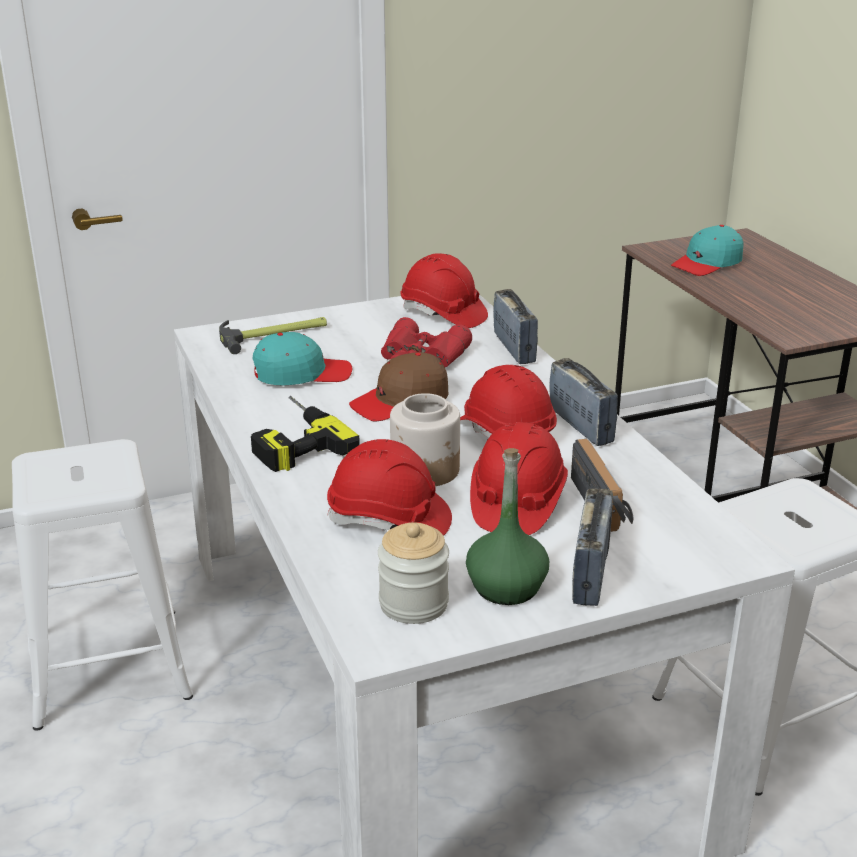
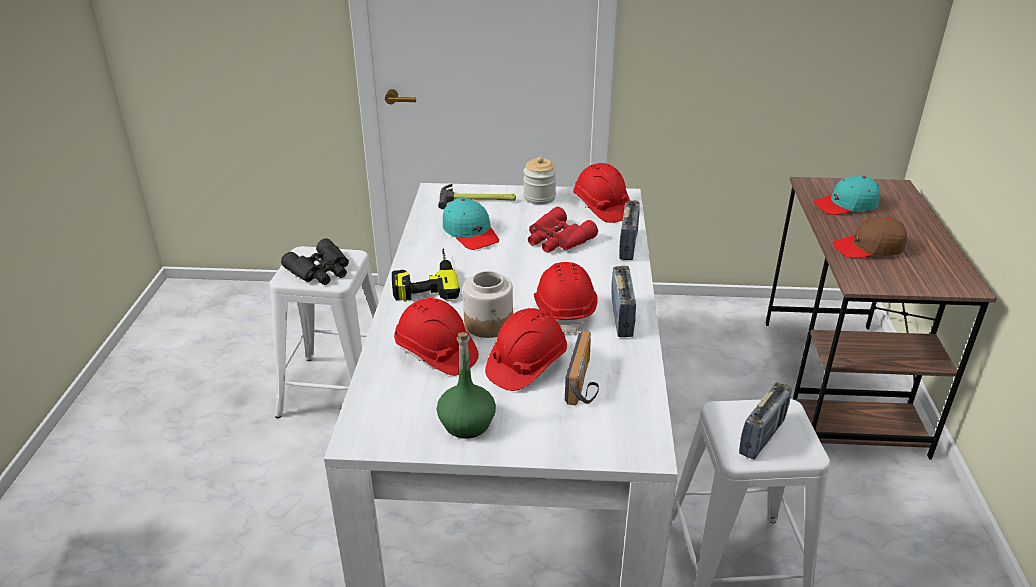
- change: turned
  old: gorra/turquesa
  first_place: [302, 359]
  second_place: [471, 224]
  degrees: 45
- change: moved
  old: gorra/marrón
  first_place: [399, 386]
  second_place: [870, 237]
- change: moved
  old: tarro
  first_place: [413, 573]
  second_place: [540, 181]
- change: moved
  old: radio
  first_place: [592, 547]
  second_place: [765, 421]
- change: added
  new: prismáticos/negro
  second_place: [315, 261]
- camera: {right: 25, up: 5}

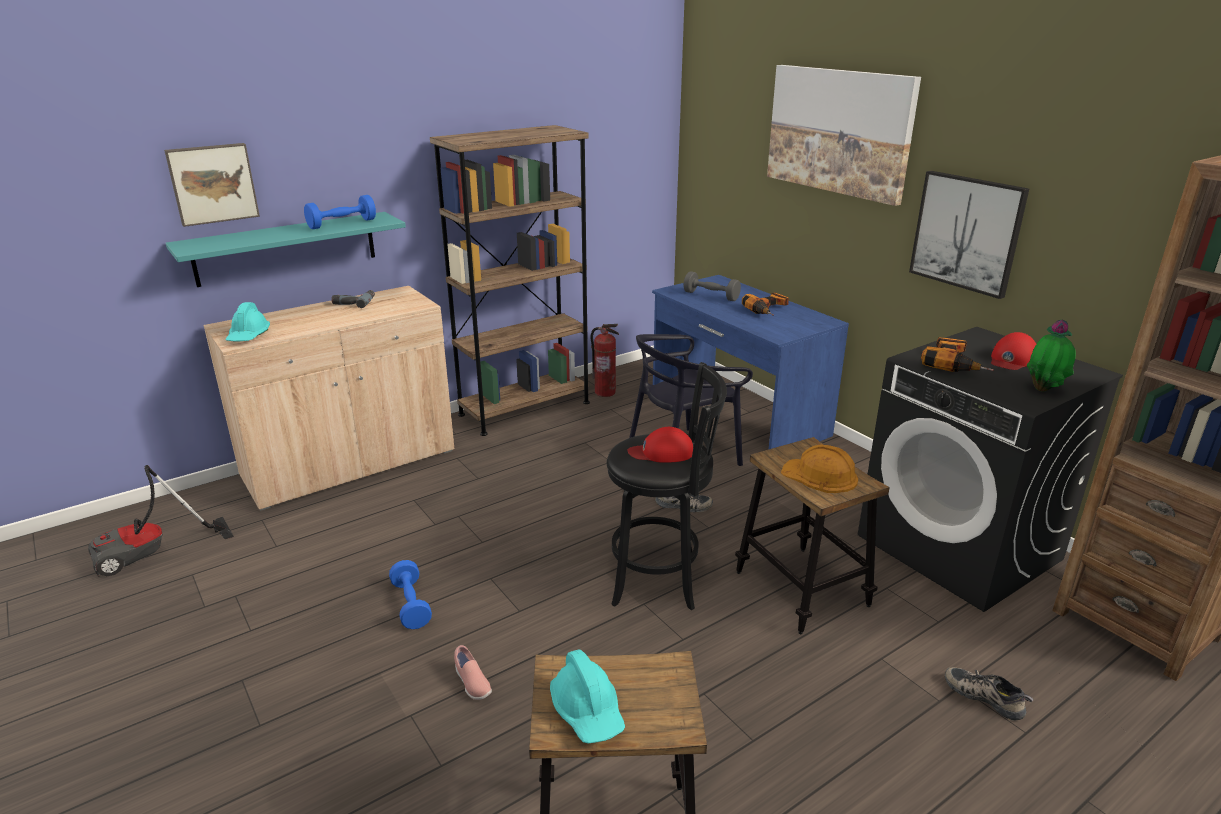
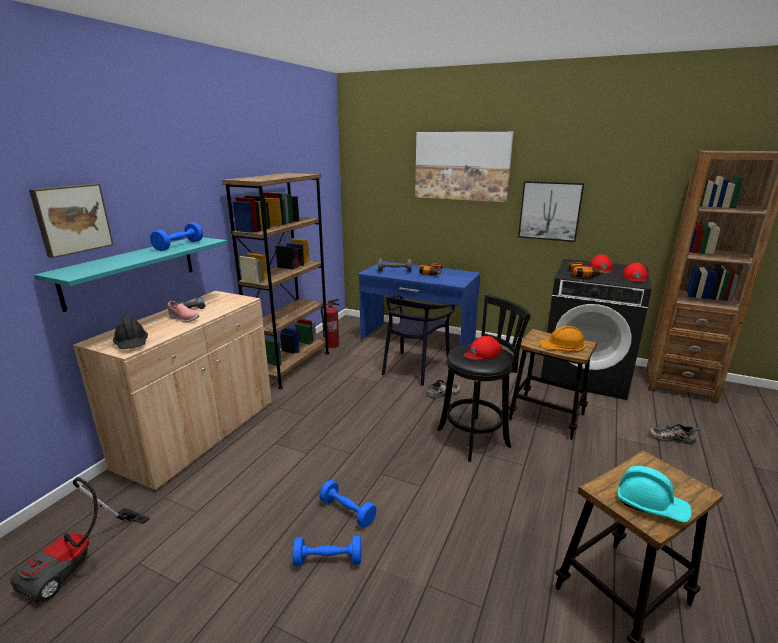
- change: recoloured
  old: casco/turquesa
  new: casco/negro
  first_place: [247, 322]
  second_place: [130, 332]
- change: moved
  old: zapato/rosa
  first_place: [473, 672]
  second_place: [183, 311]
- change: replaced
  old: planta en maceta
  new: gorra/rojo
  first_place: [1051, 355]
  second_place: [635, 272]
- change: added
  new: mancuerna/azul
  second_place: [327, 551]
- camera: {right: -30, up: -5}

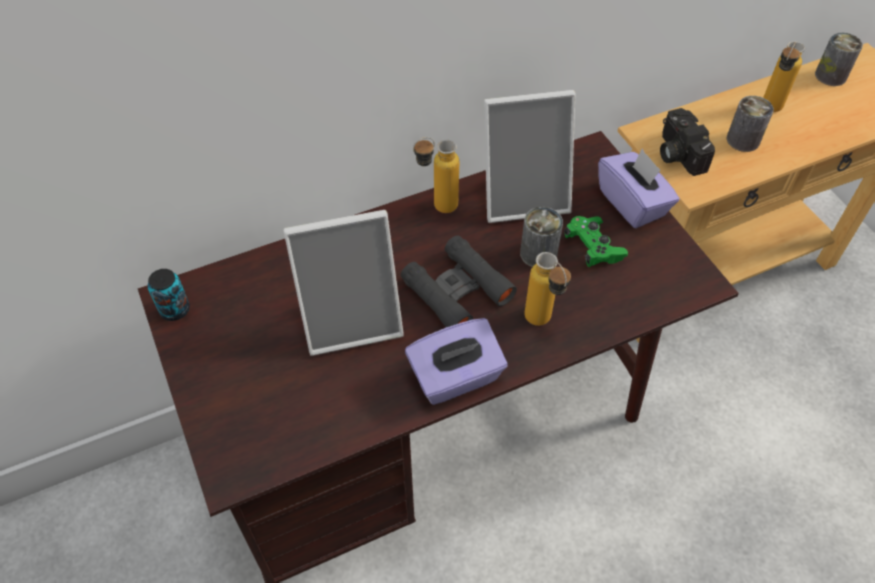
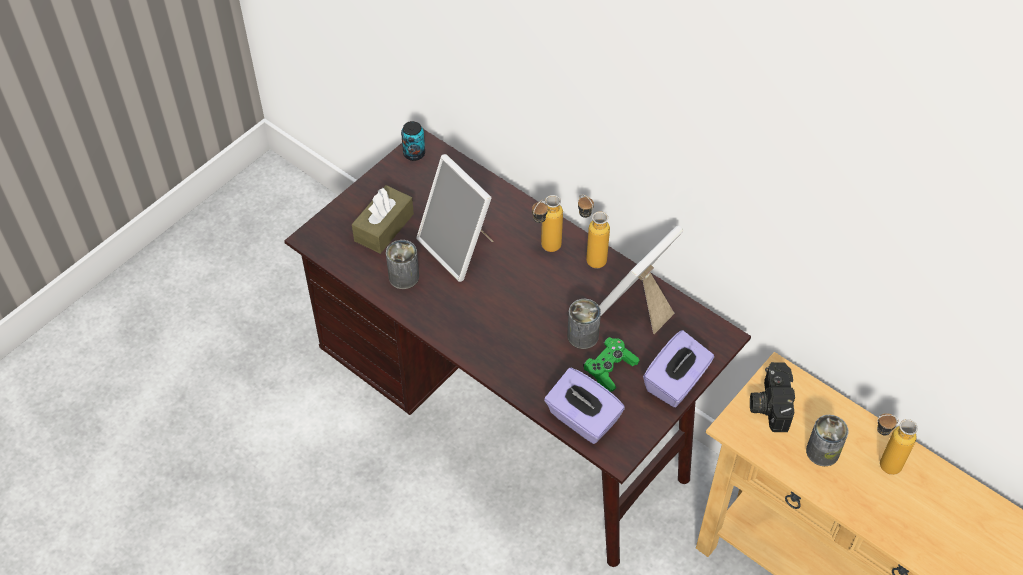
- change: removed
  old: prismáticos/negro
  first_place: [459, 281]
- change: moved
  old: caja de pañuelos/morado
  first_place: [456, 361]
  second_place: [584, 406]
- change: turned
  old: portarretratos
  first_place: [529, 156]
  second_place: [641, 280]
  degrees: 75
- change: moved
  old: botella
  first_place: [548, 289]
  second_place: [547, 223]
- change: turned
  old: cámara
  first_place: [687, 142]
  second_place: [772, 397]
  degrees: -45
- change: moved
  old: lata
  first_place: [839, 59]
  second_place: [402, 264]
- change: added
  new: caja de pañuelos/marrón
  second_place: [383, 219]
- camera: {right: 65, up: 0}

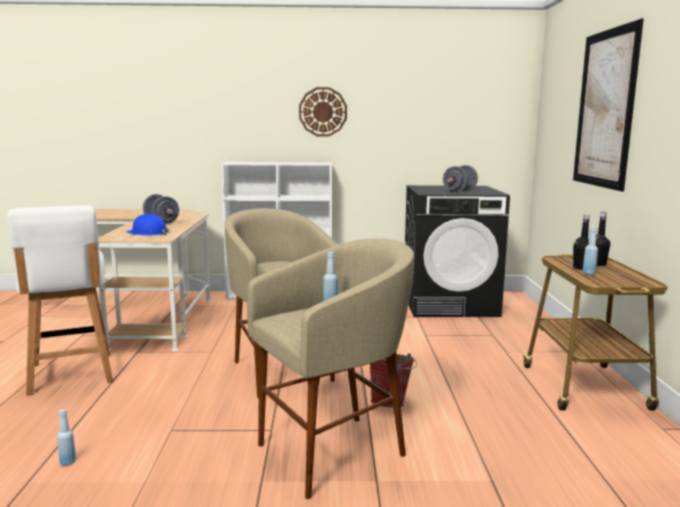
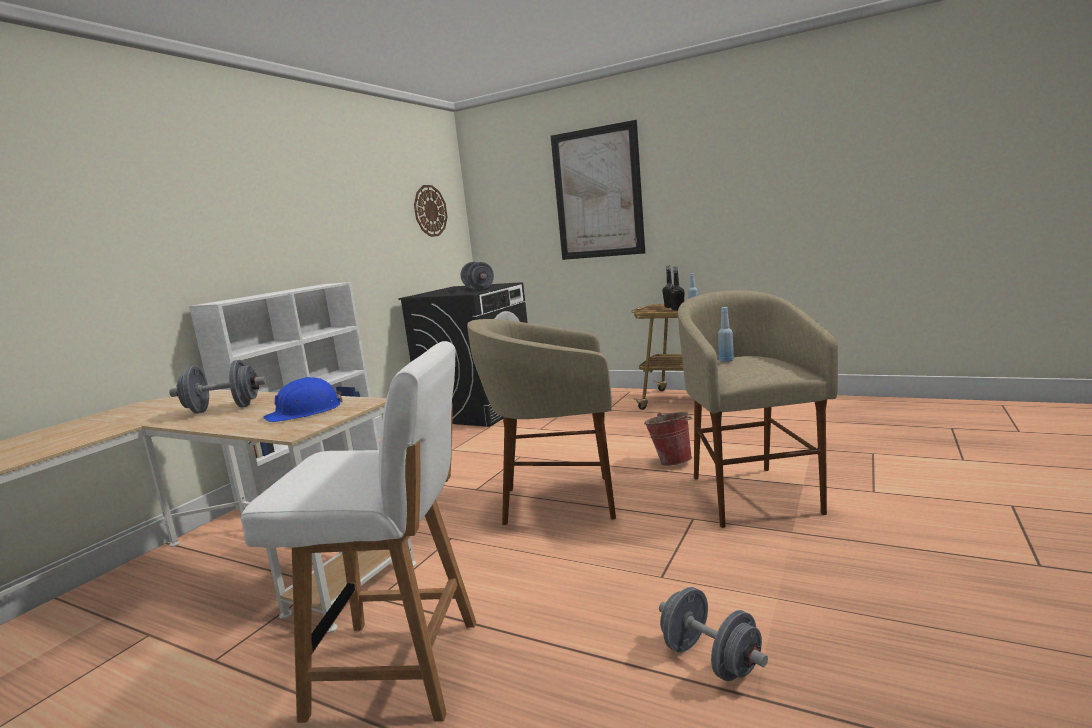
- change: replaced
  old: botella/azul
  new: mancuerna/gris
  first_place: [66, 437]
  second_place: [713, 634]
- change: moved
  old: reloj de pared
  first_place: [323, 111]
  second_place: [430, 211]
- camera: {right: -60, up: 0}

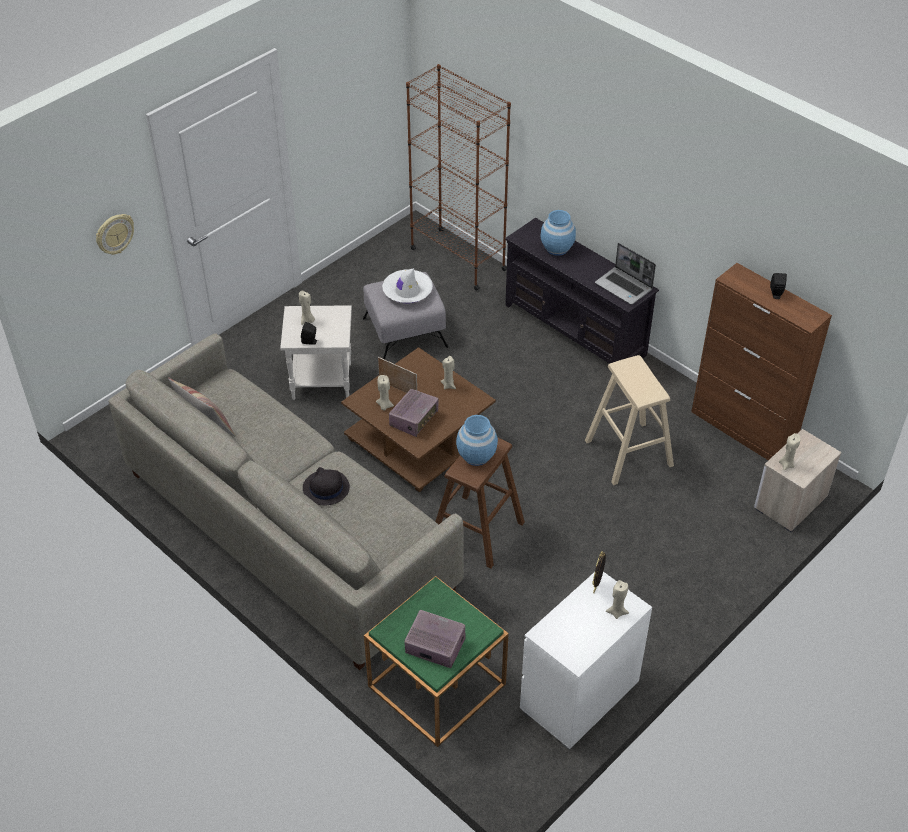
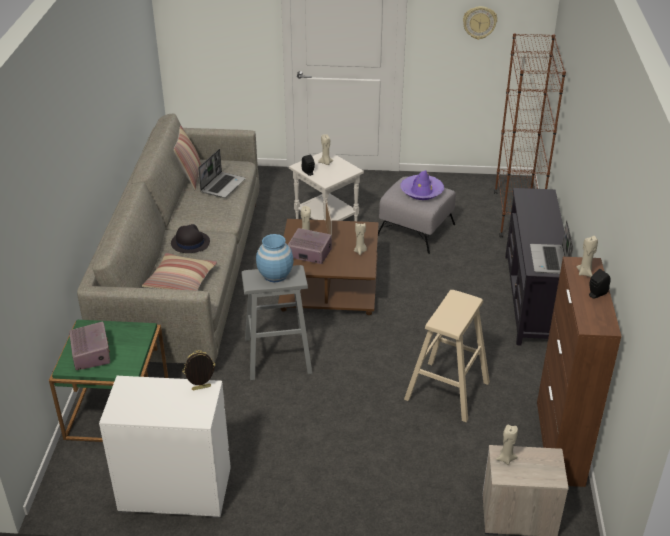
- change: moved
  old: reloj de pared
  first_place: [115, 234]
  second_place: [480, 23]
- change: recoloured
  old: sombrero/blanco
  new: sombrero/morado
  first_place: [407, 285]
  second_place: [422, 185]
- change: turned
  old: radio
  first_place: [414, 413]
  second_place: [310, 246]
  degrees: -150
- change: recoloured
  old: taburete/marrón
  new: taburete/gris
  first_place: [480, 502]
  second_place: [276, 322]
- change: removed
  old: florero/azul
  first_place: [558, 233]
- change: moved
  old: vela/beis
  first_place: [617, 599]
  second_place: [587, 256]
- change: added
  new: cojín
  second_place: [179, 272]
- change: added
  new: portátil
  second_place: [221, 173]
- camera: {right: 50, up: -10}

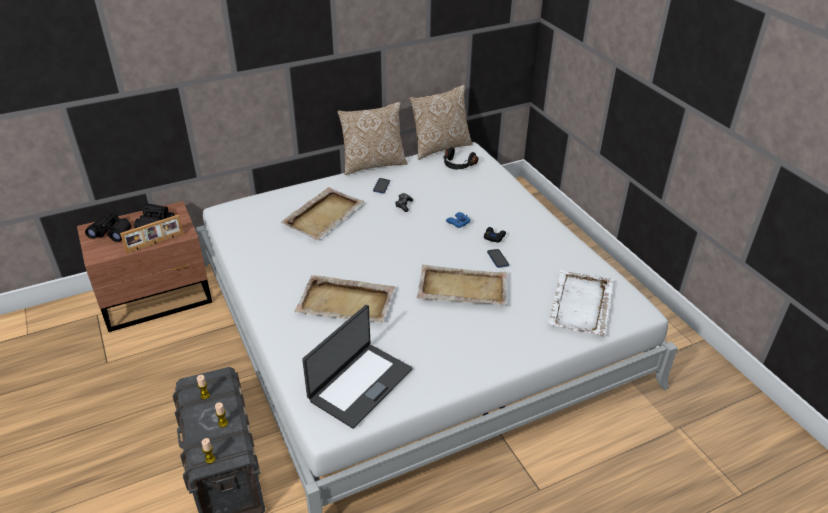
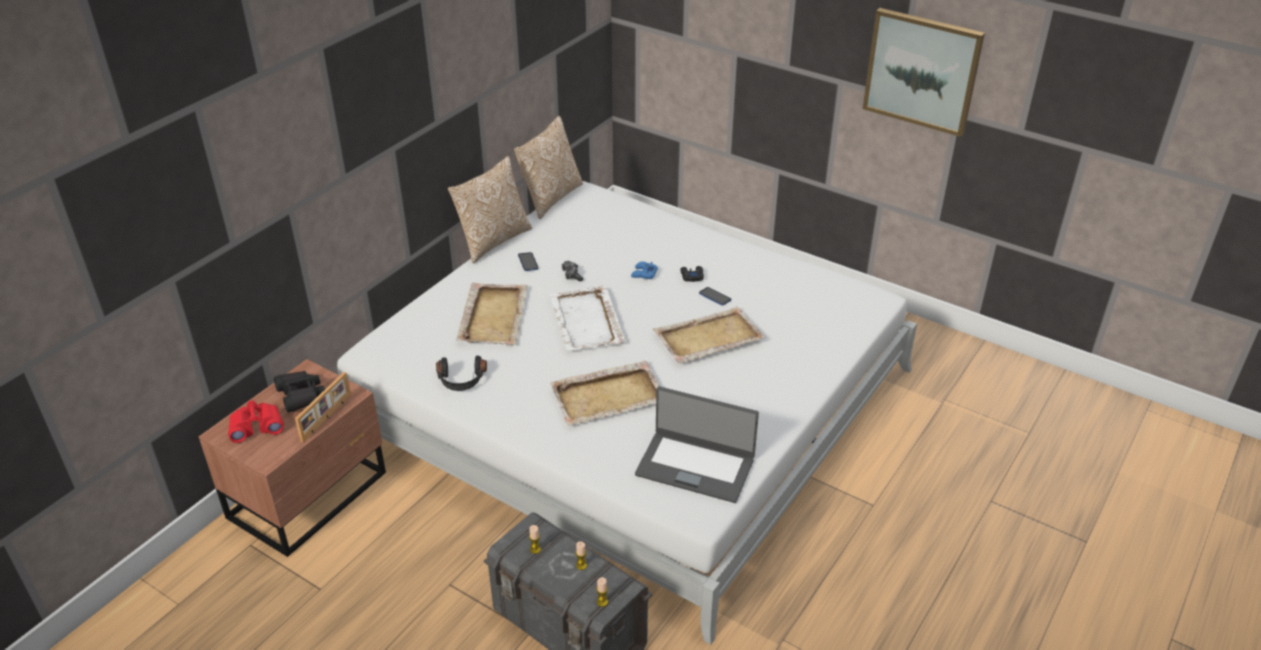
- change: recoloured
  old: prismáticos/negro
  new: prismáticos/rojo
  first_place: [108, 227]
  second_place: [256, 421]
- change: turned
  old: portátil
  first_place: [357, 367]
  second_place: [697, 444]
  degrees: 105
- change: moved
  old: auriculares/negro
  first_place: [460, 158]
  second_place: [461, 373]
- change: moved
  old: bandeja/blanco
  first_place: [580, 303]
  second_place: [587, 318]
- change: added
  new: cuadro
  second_place: [923, 72]
- camera: {right: -30, up: 0}

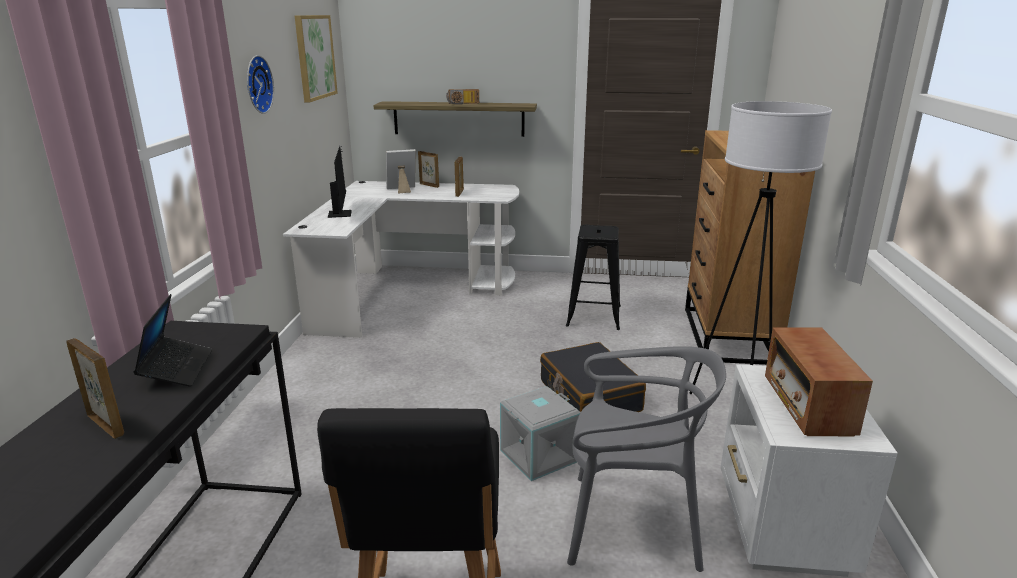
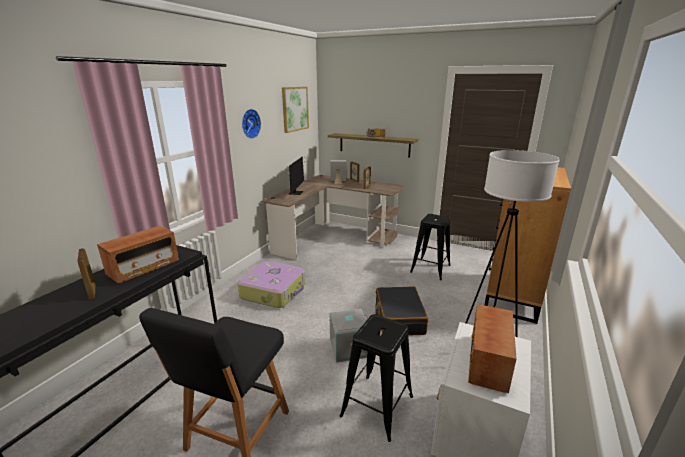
- change: replaced
  old: portátil
  new: radio
  first_place: [172, 340]
  second_place: [138, 255]
- change: recoloured
  old: escritorio/blanco
  new: escritorio/marrón
  first_place: [401, 259]
  second_place: [332, 217]
- change: replaced
  old: silla/gris
  new: taburete/negro
  first_place: [646, 459]
  second_place: [376, 378]
- change: added
  new: maleta
  second_place: [271, 284]
- camera: {right: 20, up: 0}

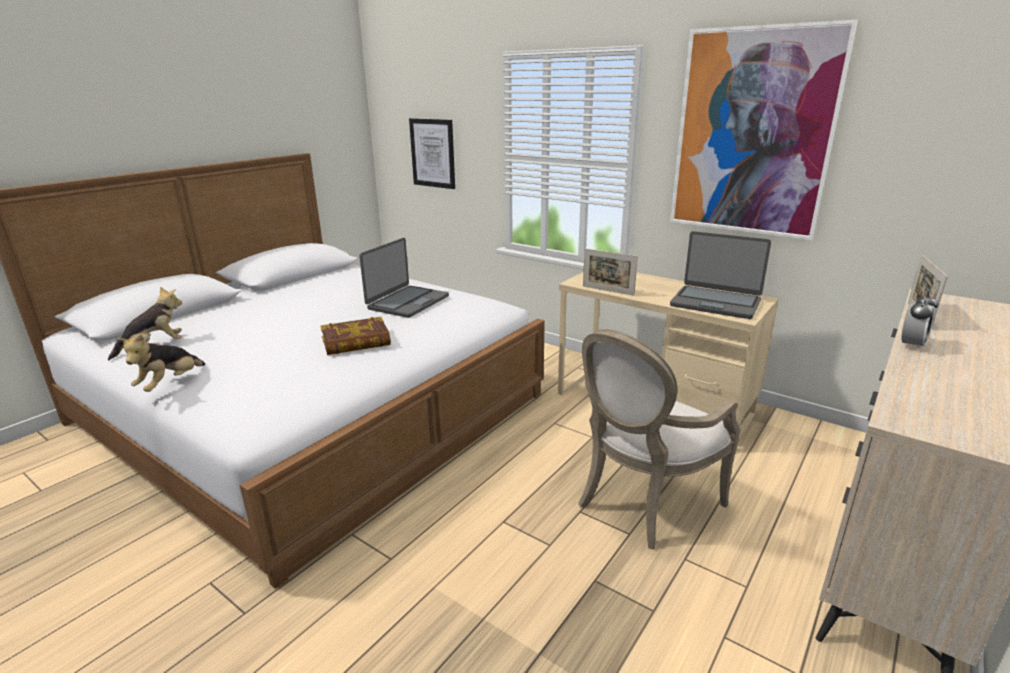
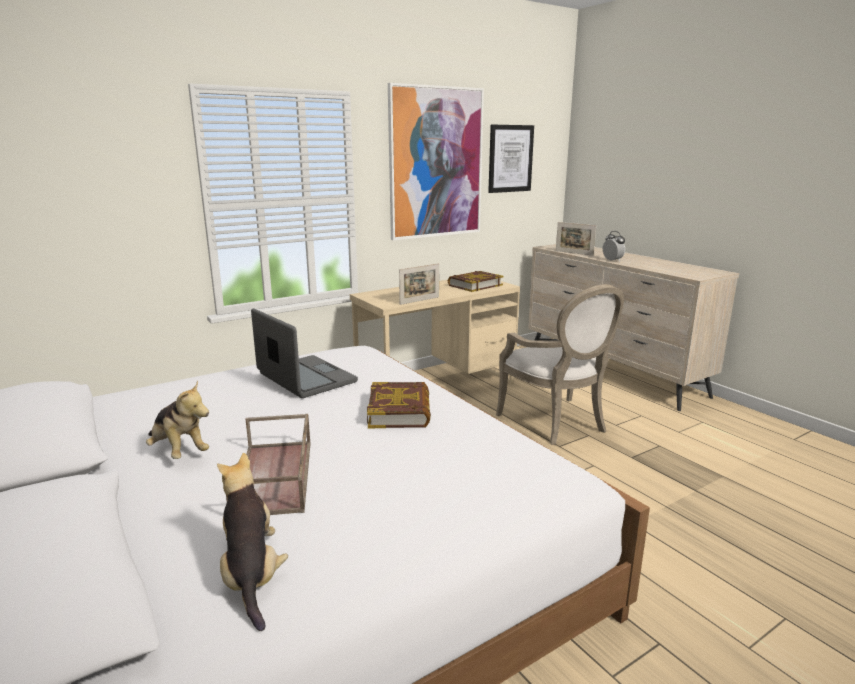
- change: moved
  old: peluche
  first_place: [161, 363]
  second_place: [177, 420]
- change: moved
  old: cuadro
  first_place: [432, 153]
  second_place: [511, 159]
- change: replaced
  old: portátil
  new: libro
  first_place: [720, 275]
  second_place: [475, 281]
- change: added
  new: bandeja/marrón
  second_place: [268, 464]
- camera: {right: -70, up: -5}

